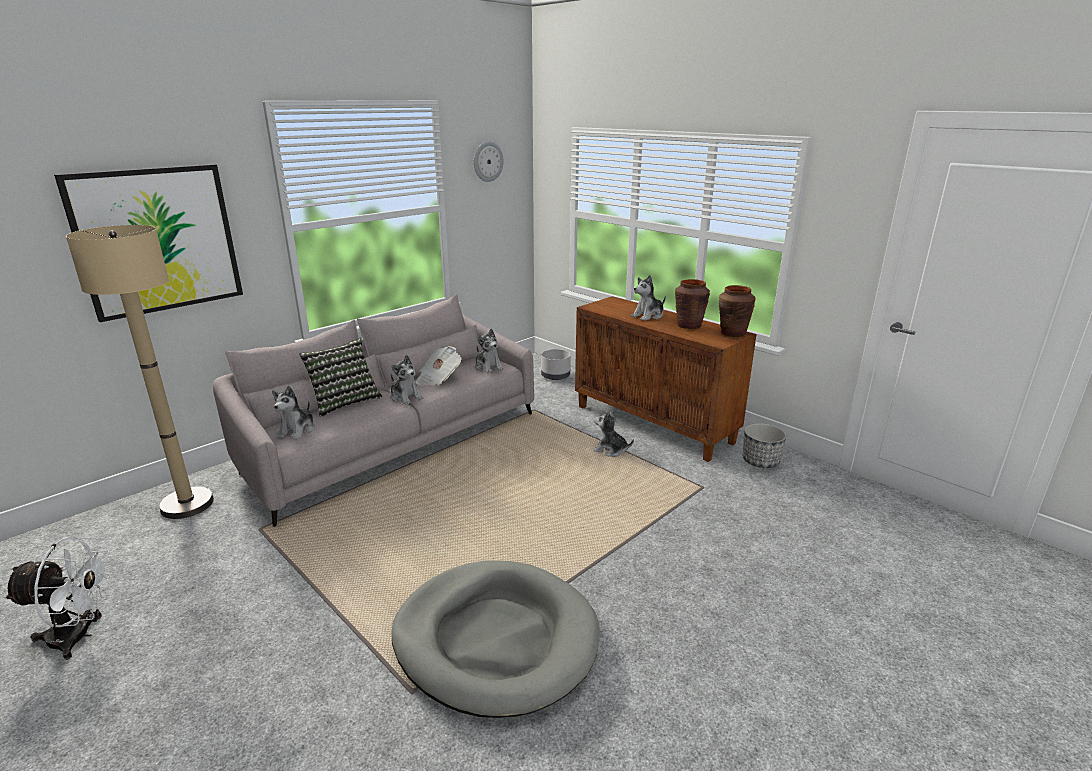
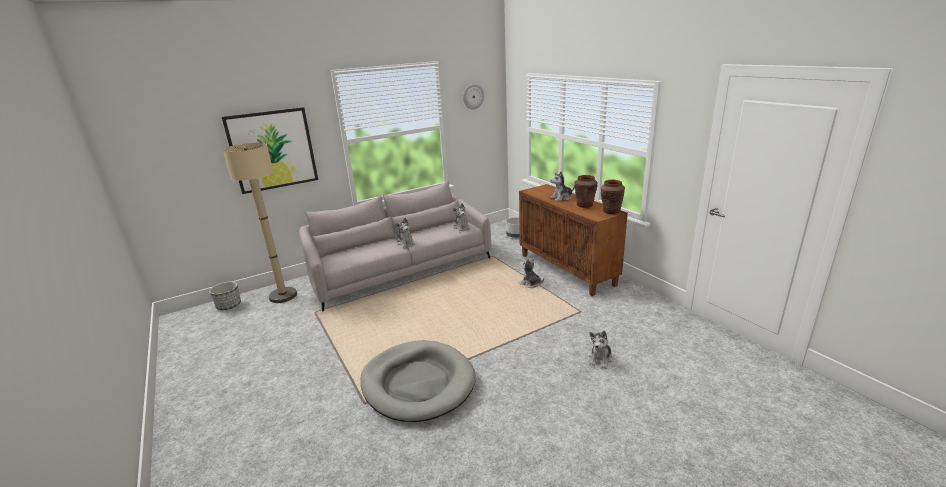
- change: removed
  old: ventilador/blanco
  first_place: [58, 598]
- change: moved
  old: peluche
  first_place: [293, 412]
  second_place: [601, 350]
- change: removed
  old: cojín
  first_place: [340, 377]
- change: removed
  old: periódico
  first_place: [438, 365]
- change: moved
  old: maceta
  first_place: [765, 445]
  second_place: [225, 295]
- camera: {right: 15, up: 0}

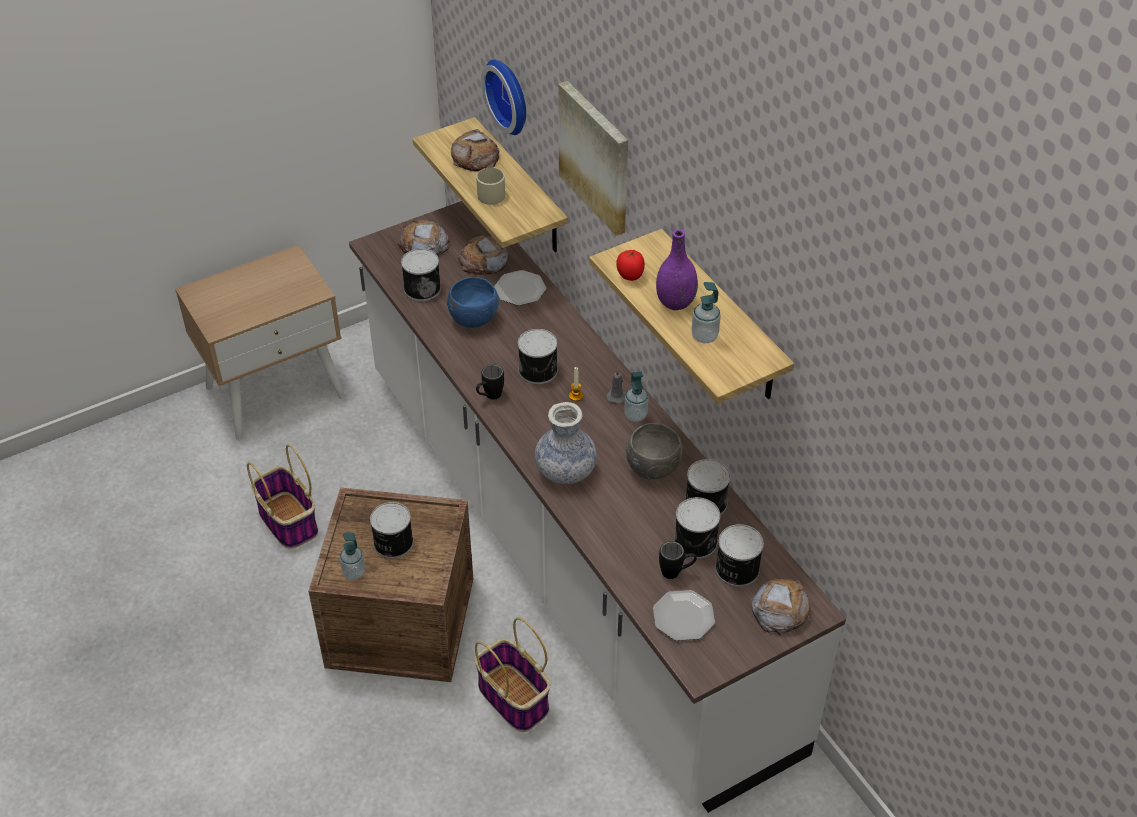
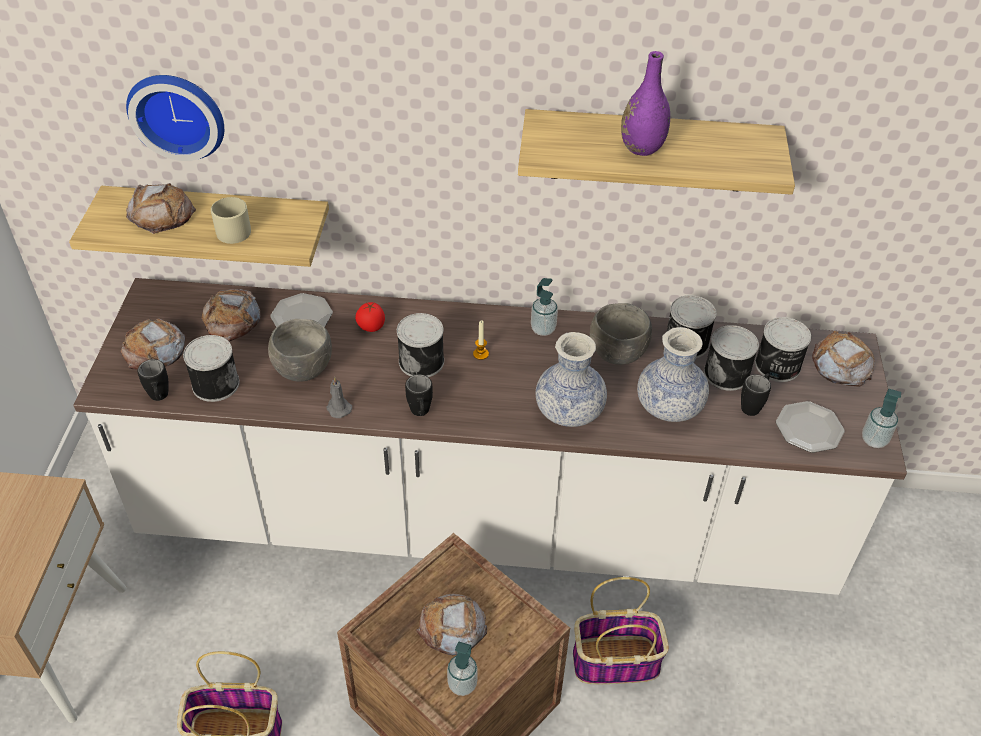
- change: replaced
  old: lata
  new: pan
  first_place: [391, 530]
  second_place: [451, 624]
- change: recoloured
  old: cuenco/azul
  new: cuenco/gris
  first_place: [473, 302]
  second_place: [300, 350]
- change: removed
  old: cuadro
  first_place: [593, 158]
- change: moved
  old: vela/gris
  first_place: [616, 386]
  second_place: [339, 397]
- change: moved
  old: tomate
  first_place: [630, 265]
  second_place: [370, 317]
- change: moved
  old: dispensador de jabón
  first_place: [706, 312]
  second_place: [881, 418]
- change: added
  new: taza grande/negro
  second_place: [153, 380]
- change: added
  new: florero
  second_place: [673, 374]
- camera: {right: -55, up: 0}

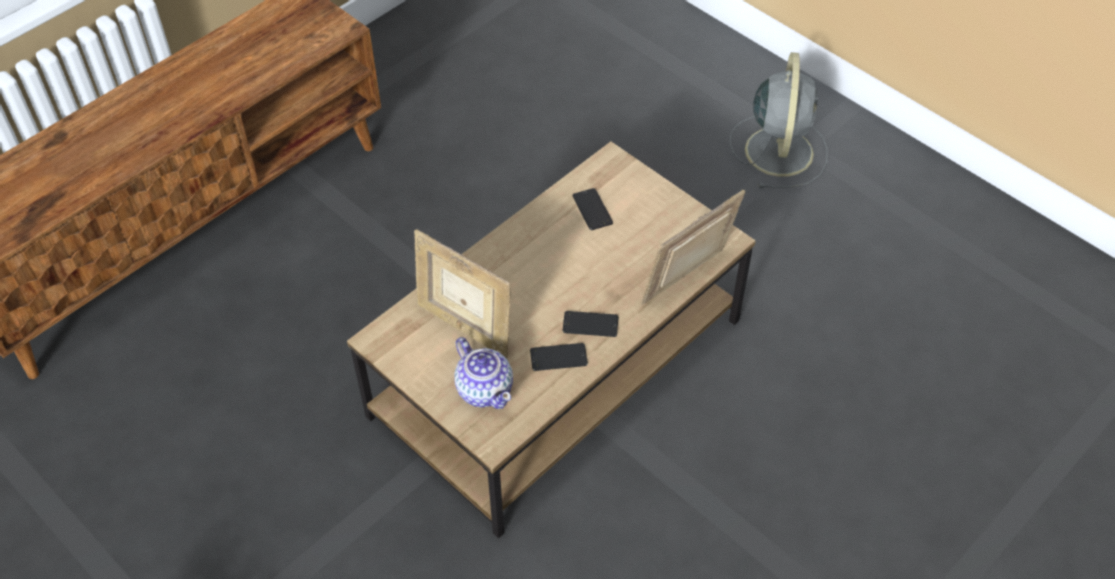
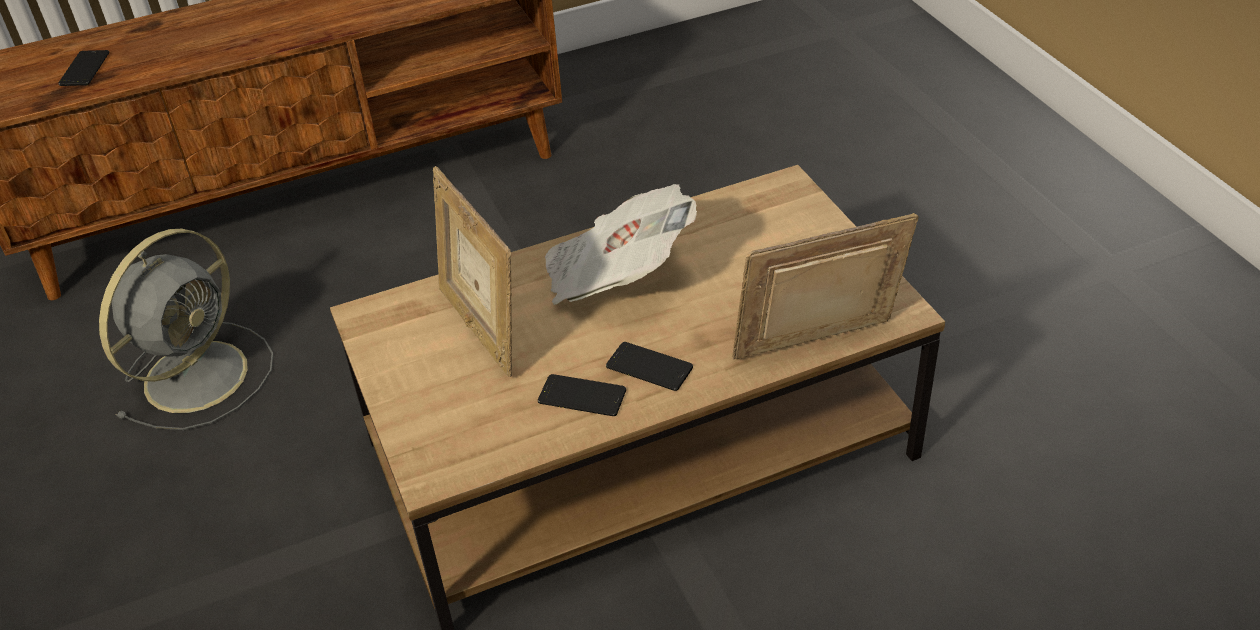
- change: removed
  old: tetera
  first_place: [483, 373]
- change: moved
  old: móvil
  first_place: [593, 209]
  second_place: [84, 68]
- change: moved
  old: ventilador/gris
  first_place: [779, 120]
  second_place: [186, 329]
- change: added
  new: periódico
  second_place: [621, 244]
- camera: {right: 25, up: -10}

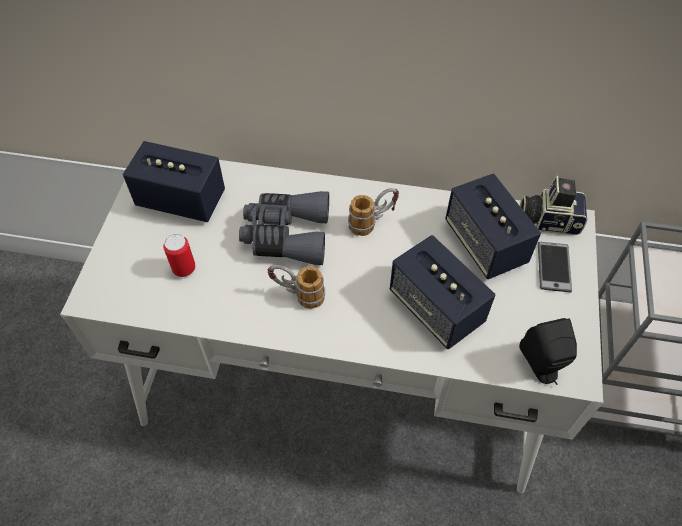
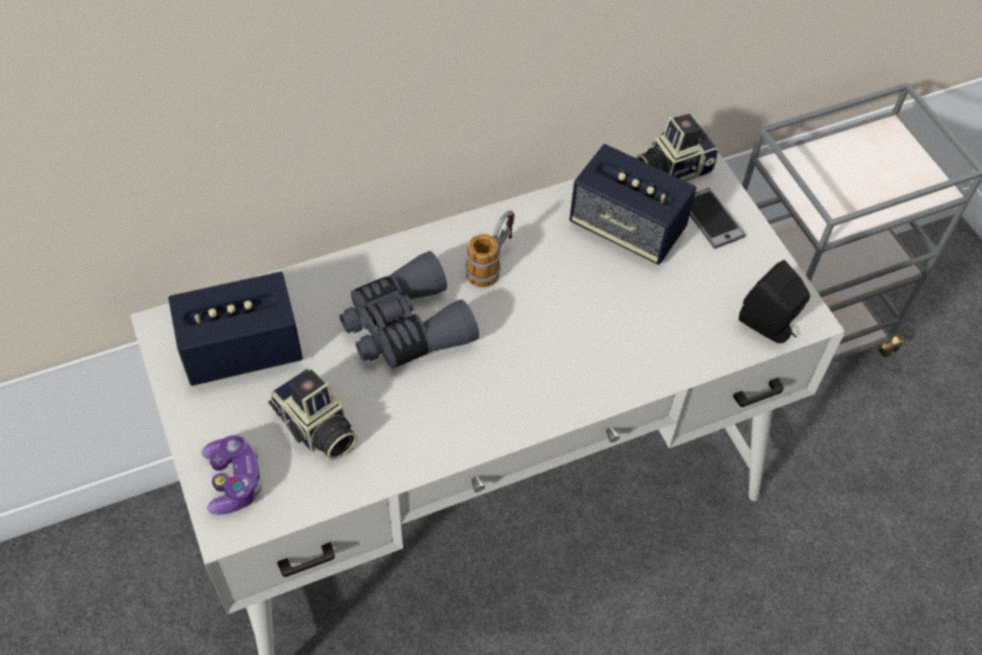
- change: replaced
  old: lata
  new: cámara
  first_place: [179, 256]
  second_place: [312, 414]
- change: removed
  old: taza grande
  first_place: [296, 287]
- change: removed
  old: altavoz
  first_place: [442, 292]
- change: added
  new: mando de consola
  second_place: [231, 475]
- camera: {right: -35, up: 0}

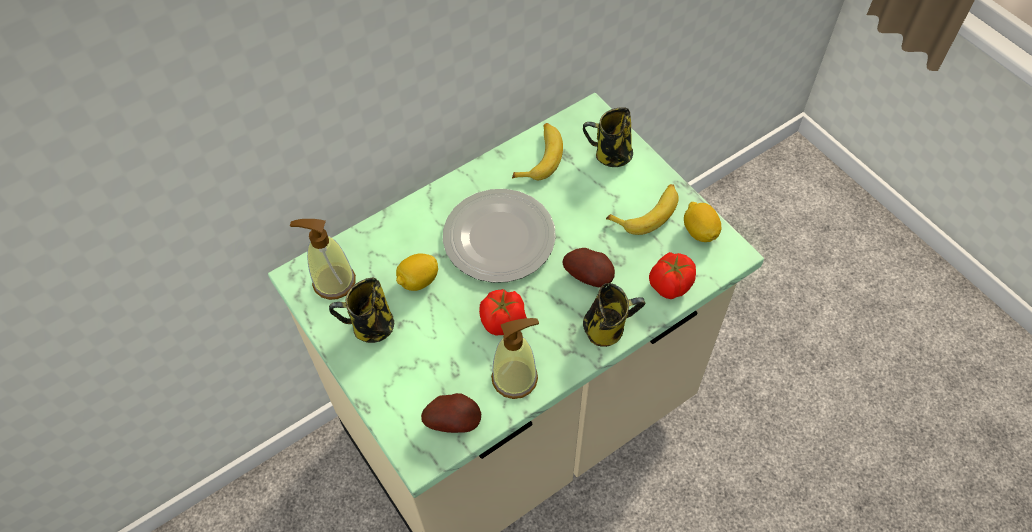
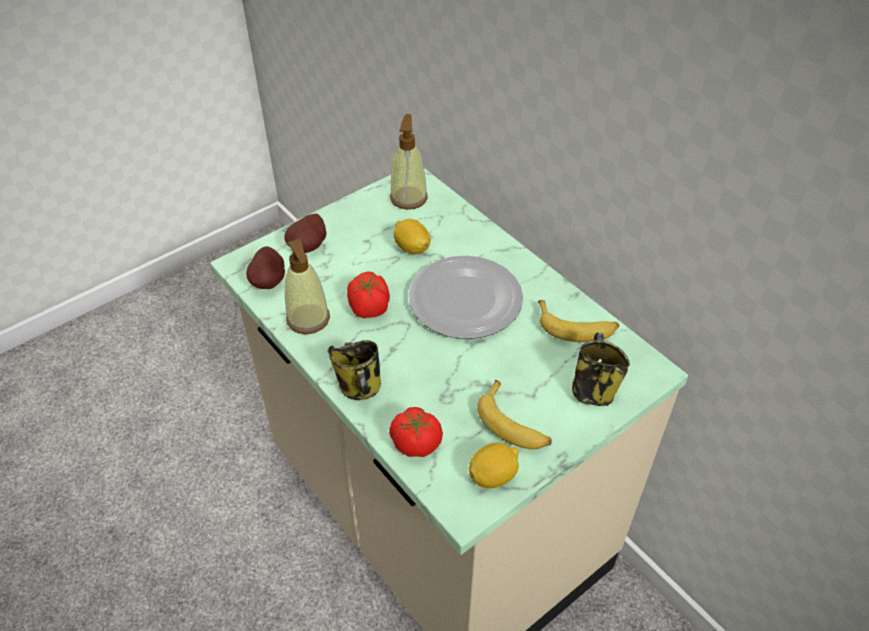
- change: removed
  old: taza grande
  first_place: [362, 310]
- change: moved
  old: patata
  first_place: [588, 267]
  second_place: [305, 233]
- camera: {right: 85, up: -10}

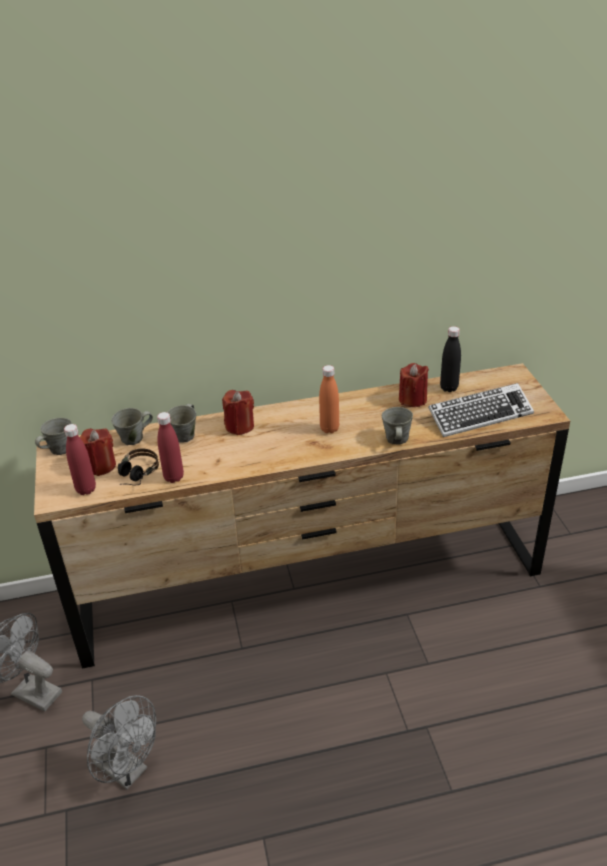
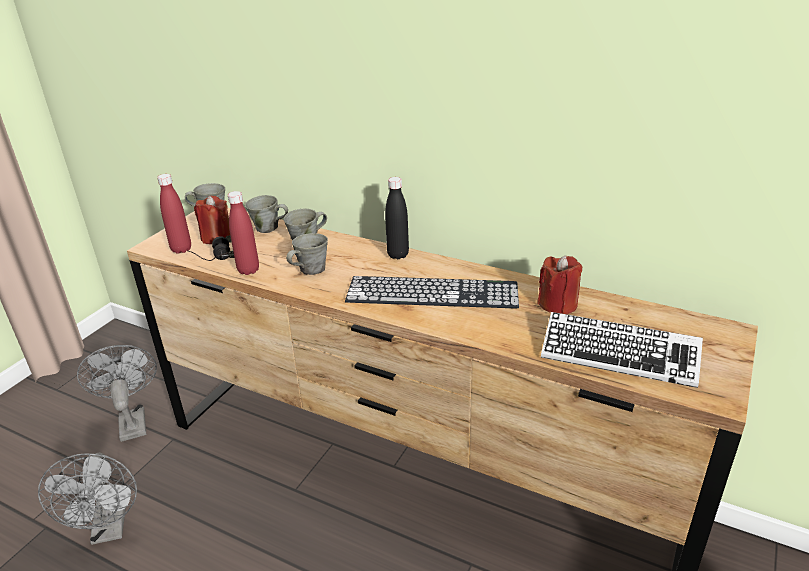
- change: removed
  old: vela/rojo
  first_place: [238, 412]
- change: replaced
  old: botella/naranja
  new: teclado
  first_place: [329, 399]
  second_place: [432, 292]
- change: moved
  old: taza grande/gris
  first_place: [397, 426]
  second_place: [307, 254]
- change: moved
  old: botella/negro
  first_place: [450, 359]
  second_place: [397, 218]
- camera: {right: 40, up: -5}

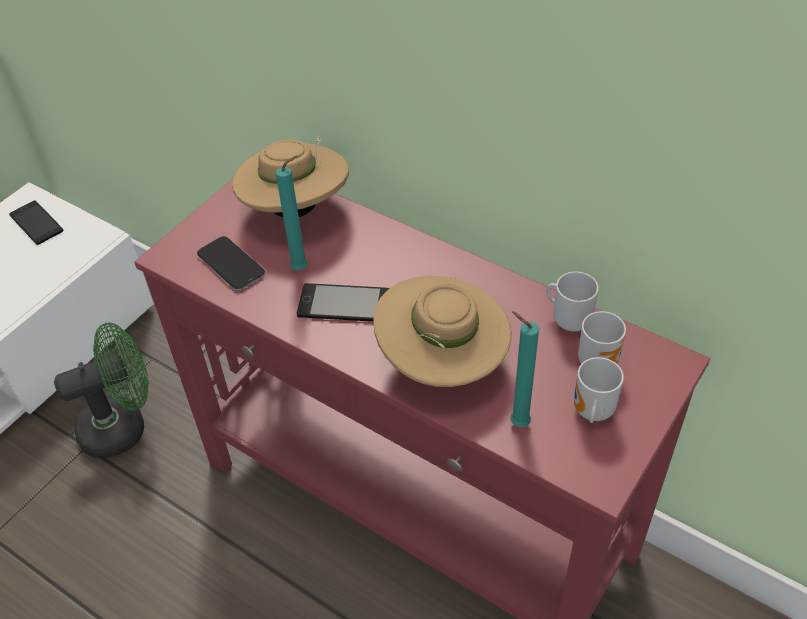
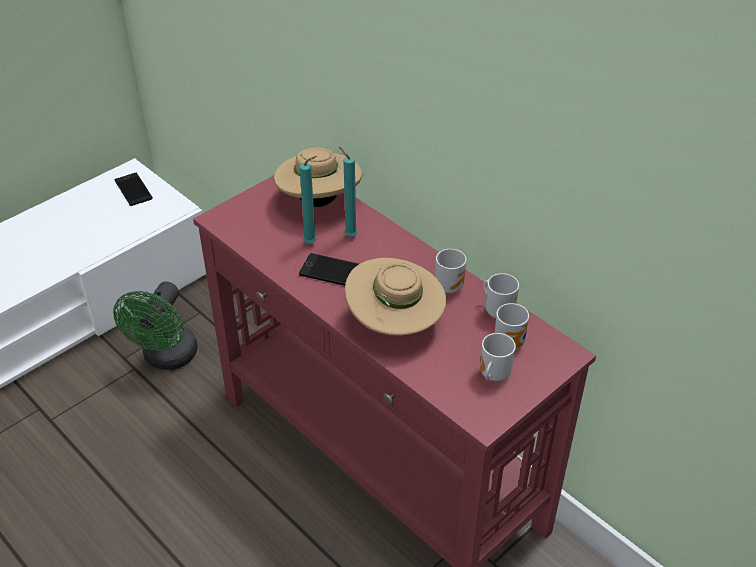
- change: turned
  old: ventilador/verde
  first_place: [101, 390]
  second_place: [155, 325]
  degrees: 120
- change: removed
  old: móvil
  first_place: [231, 263]
- change: moved
  old: vela/turquesa
  first_place: [524, 369]
  second_place: [348, 192]
- change: added
  new: taza grande
  second_place: [451, 271]
- camera: {right: 10, up: -5}

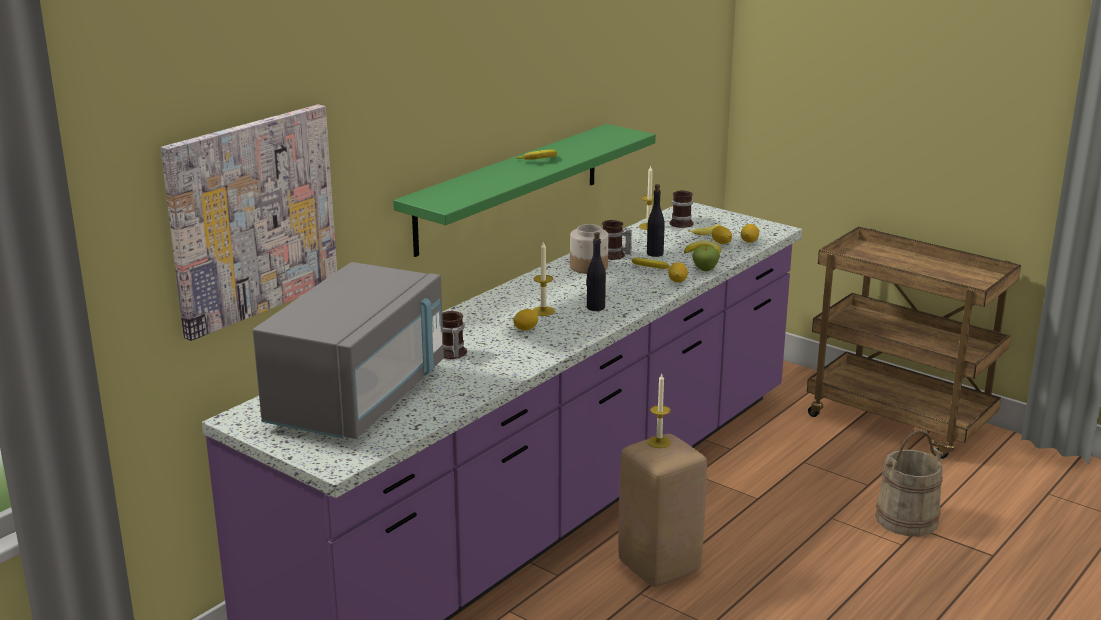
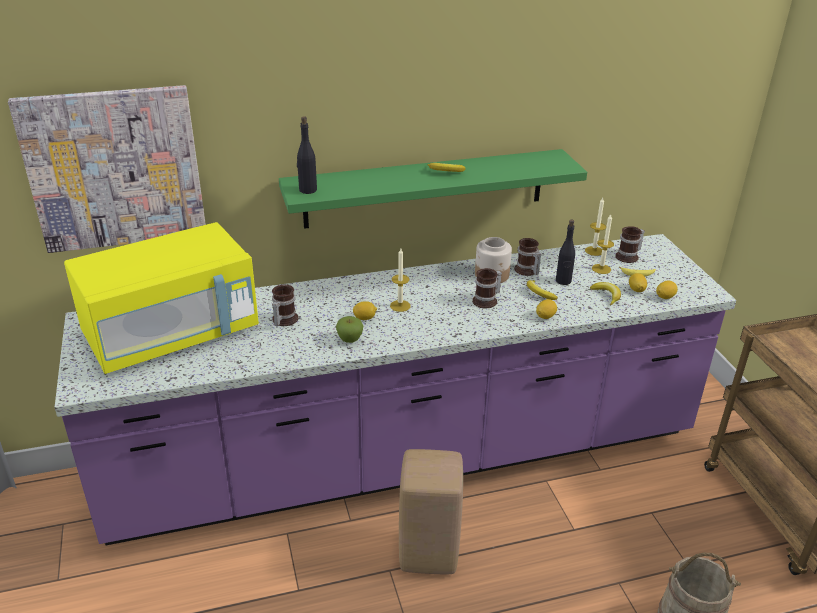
- change: recoloured
  old: microondas/gris
  new: microondas/amarillo
  first_place: [348, 350]
  second_place: [161, 298]
- change: moved
  old: botella/negro
  first_place: [596, 271]
  second_place: [307, 155]
- change: moved
  old: vela
  first_place: [659, 411]
  second_place: [603, 244]
- change: moved
  old: manzana
  first_place: [706, 258]
  second_place: [349, 329]
- change: added
  new: taza grande
  second_place: [487, 288]
- camera: {right: 35, up: 10}

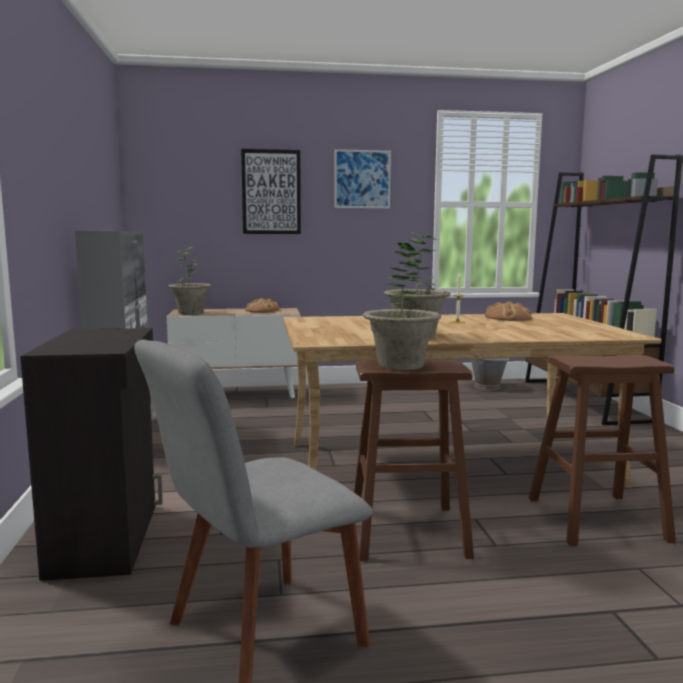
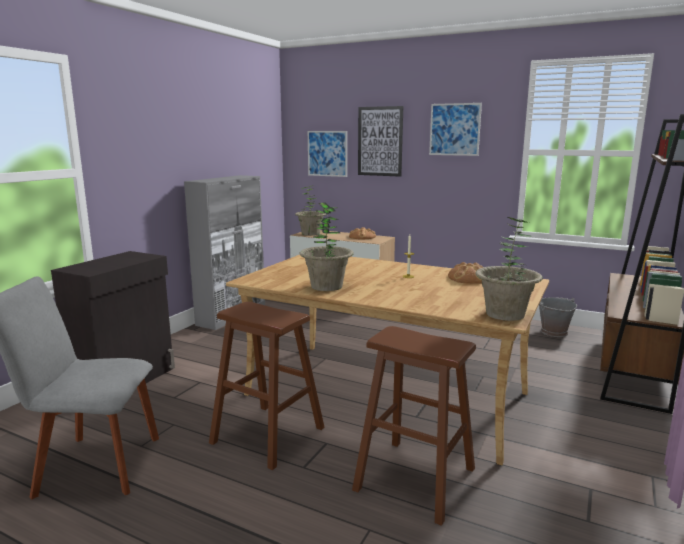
- change: moved
  old: planta en maceta
  first_place: [402, 306]
  second_place: [509, 269]
- change: added
  new: cuadro
  second_place: [327, 154]
- camera: {right: 35, up: 5}

